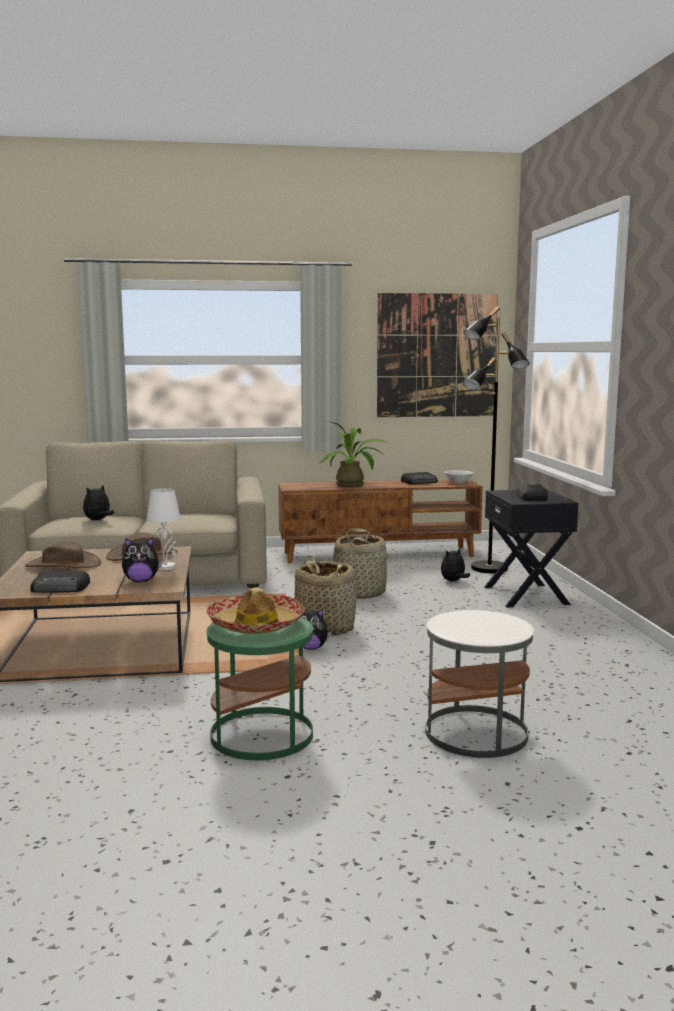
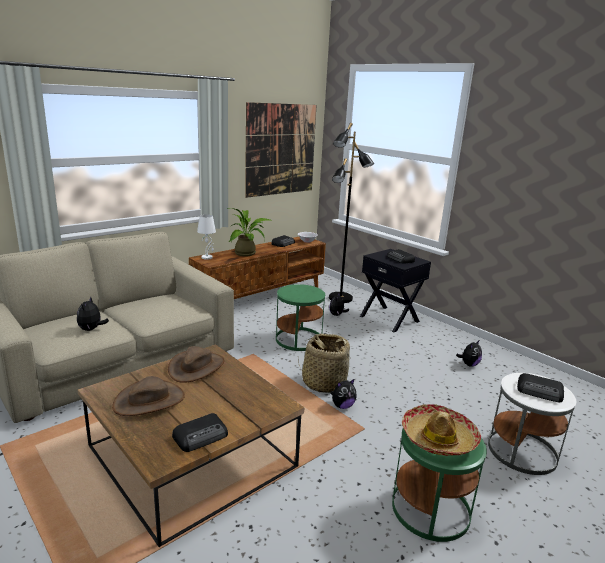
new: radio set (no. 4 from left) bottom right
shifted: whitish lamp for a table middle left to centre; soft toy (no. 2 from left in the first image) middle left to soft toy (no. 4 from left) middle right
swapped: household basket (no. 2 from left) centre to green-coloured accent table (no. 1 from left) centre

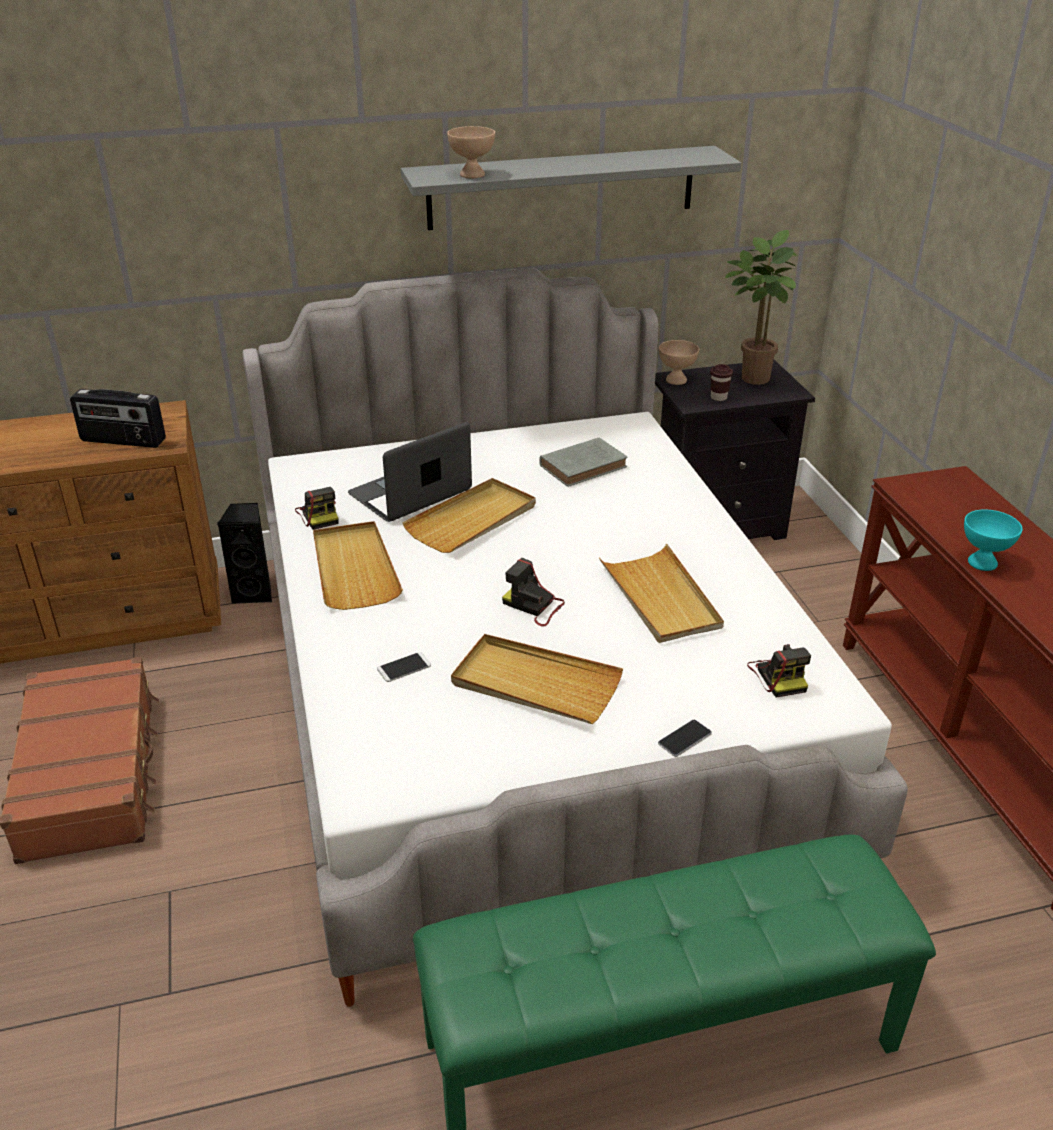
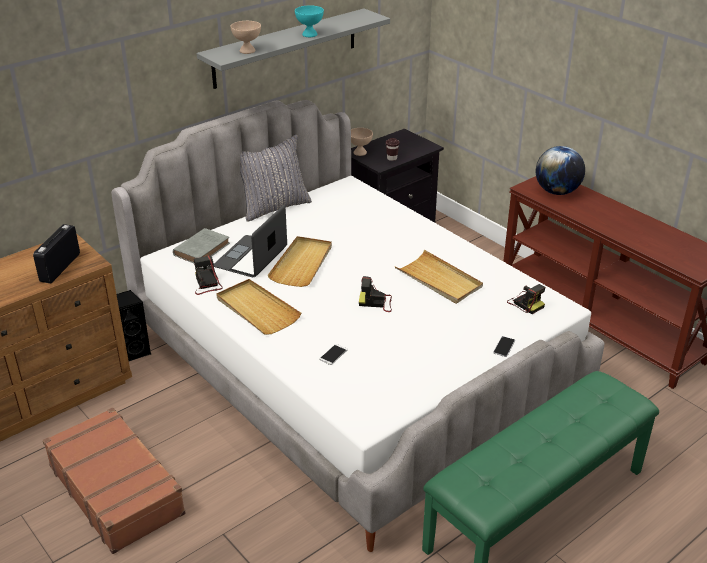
gone: potted plant top right; beige-coloured carrying tray (no. 3 from left) centre
new: grey throw pillow top centre; world globe top right
shifted: grey bound book centre to middle left; turquoise bowl middle right to top centre
rotated: radio set middle left = middle left 120 degrees clockwise; photo camera (no. 1 from left) middle left = middle left 150 degrees counterclockwise

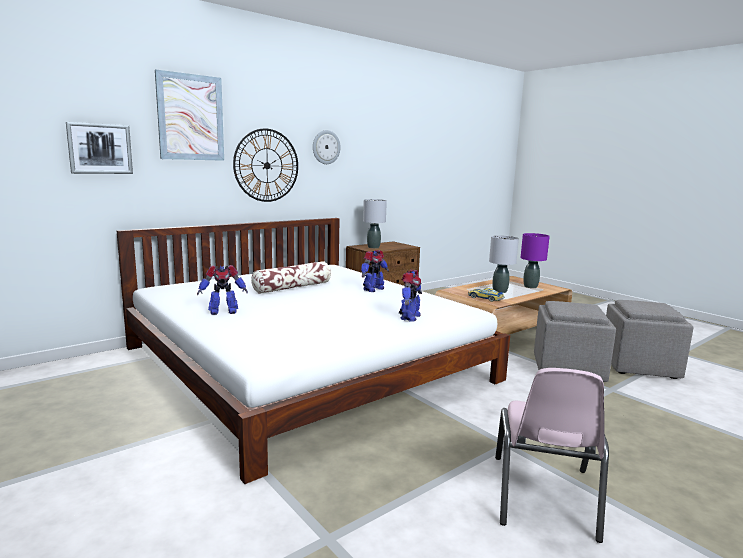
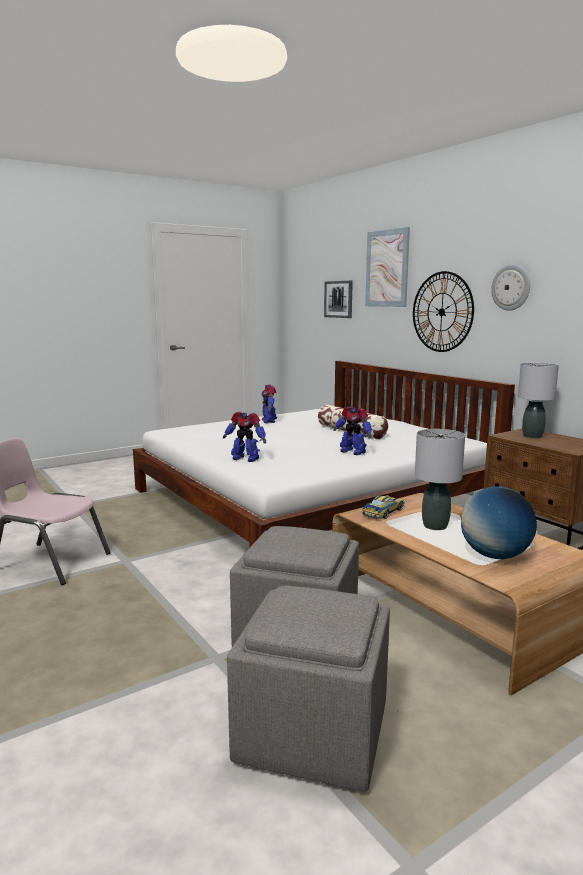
swapped: purple-coloured lamp for a table middle right to world globe middle right

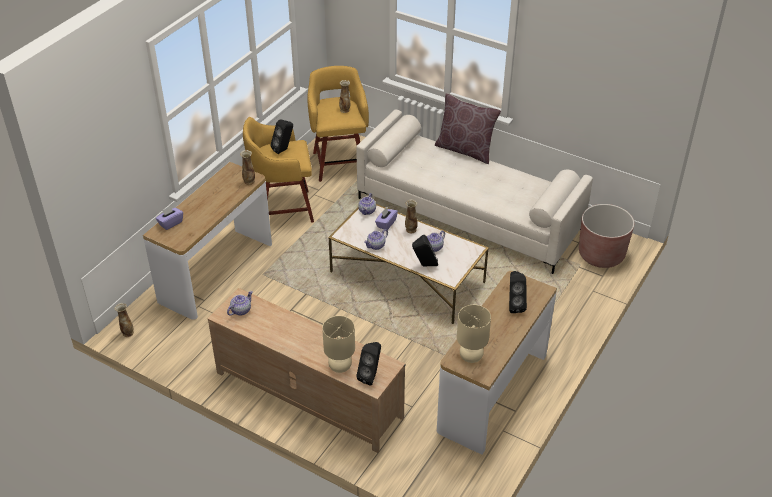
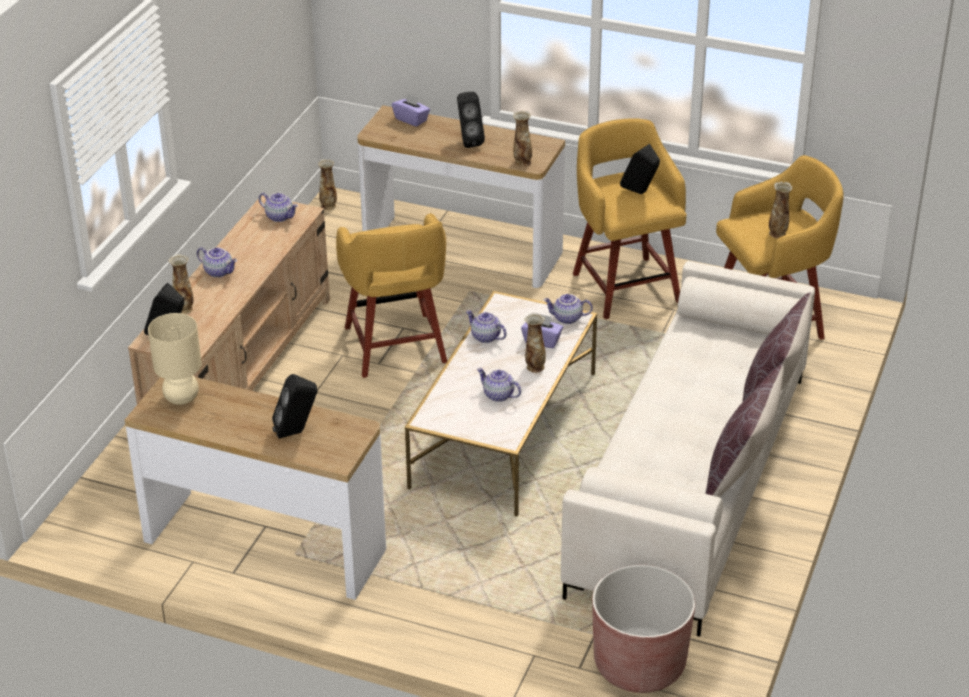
new: yellow stool (no. 1 from left) centre; teapot (no. 1 from left) middle left; brownish throw pillow (no. 1 from left) middle right
shifted: black-coloured loudspeaker (no. 3 from left) centre to top centre
swapped: beige-coloured lamp for a table (no. 1 from left) bottom centre to vase (no. 1 from left) middle left

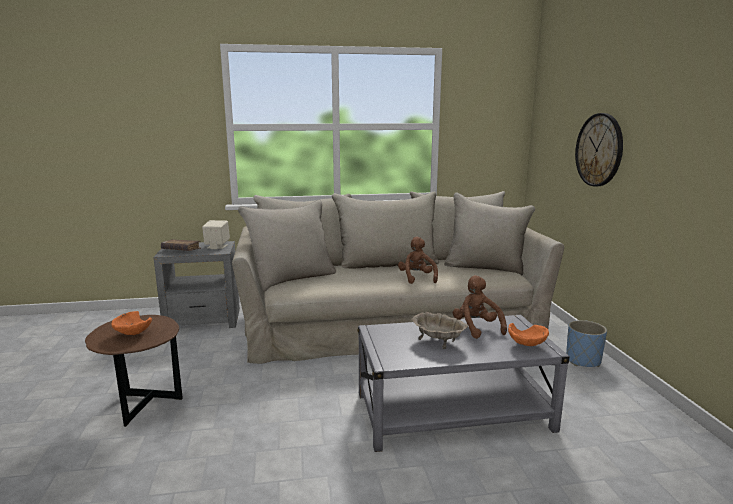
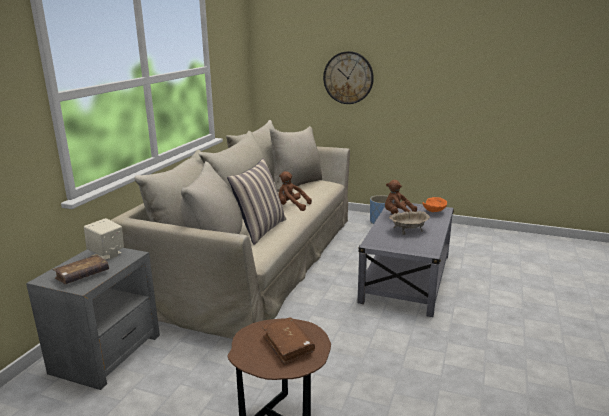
new: throw pillow centre
swapped: orangey bowl (no. 1 from left) middle left to brownish bound book (no. 2 from left) bottom centre

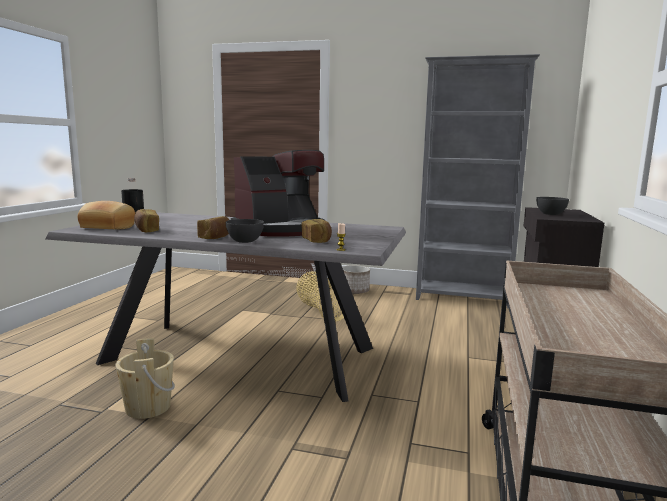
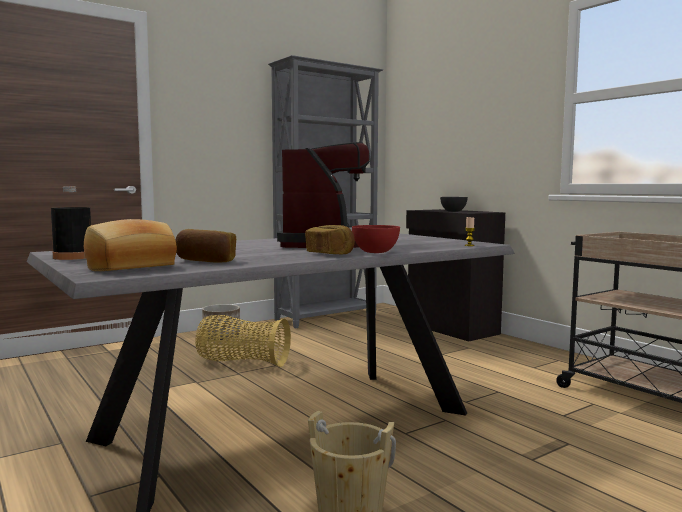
gone: bakery bread (no. 4 from left) centre
repainted: grey bowl (no. 1 from left) centre to reddish bowl centre

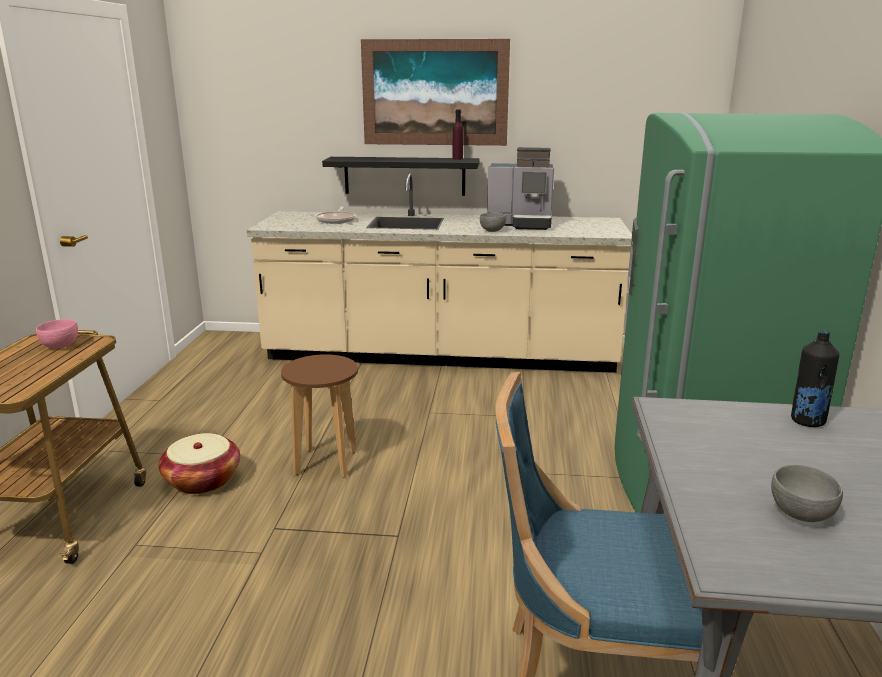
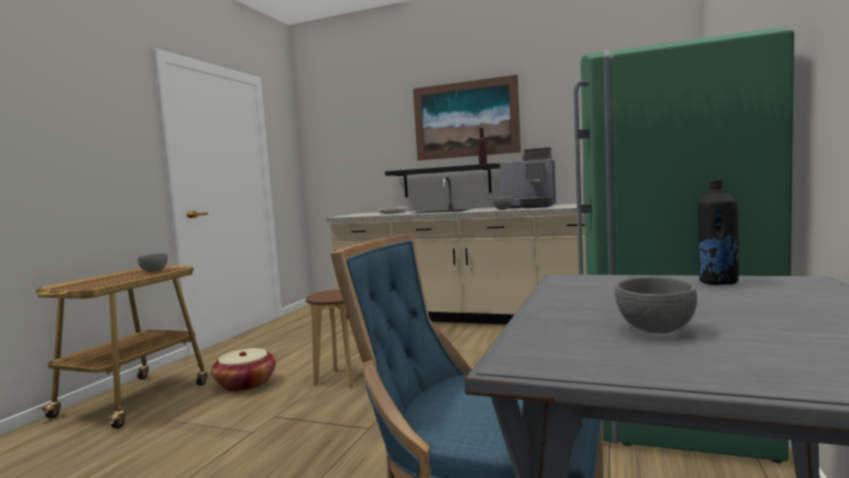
repainted: pink-coloured bowl middle left to grey bowl (no. 1 from left) middle left

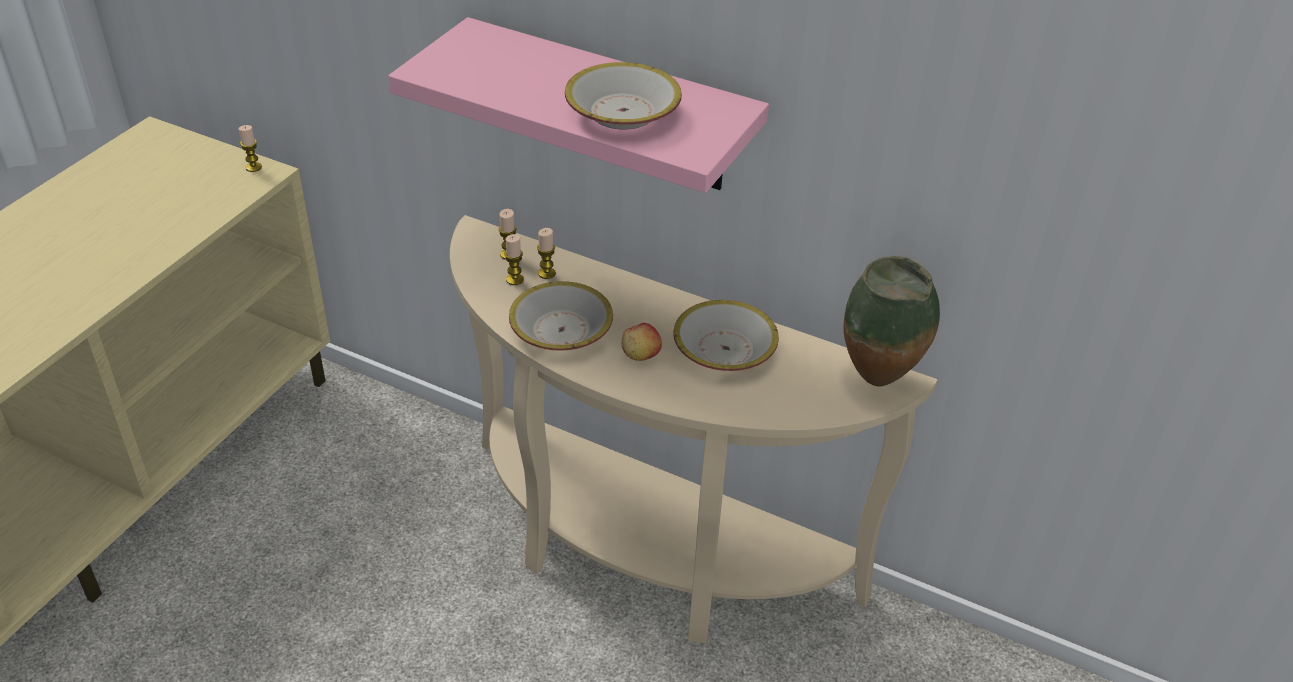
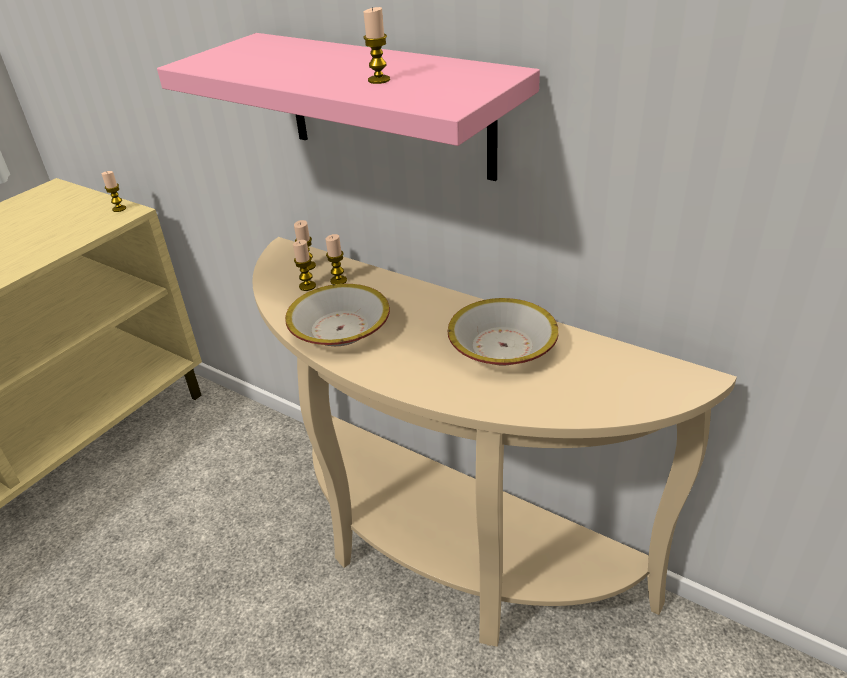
gone: vase middle right; apple centre
swapped: bowl (no. 2 from left) top centre to wax candle (no. 5 from left) top centre

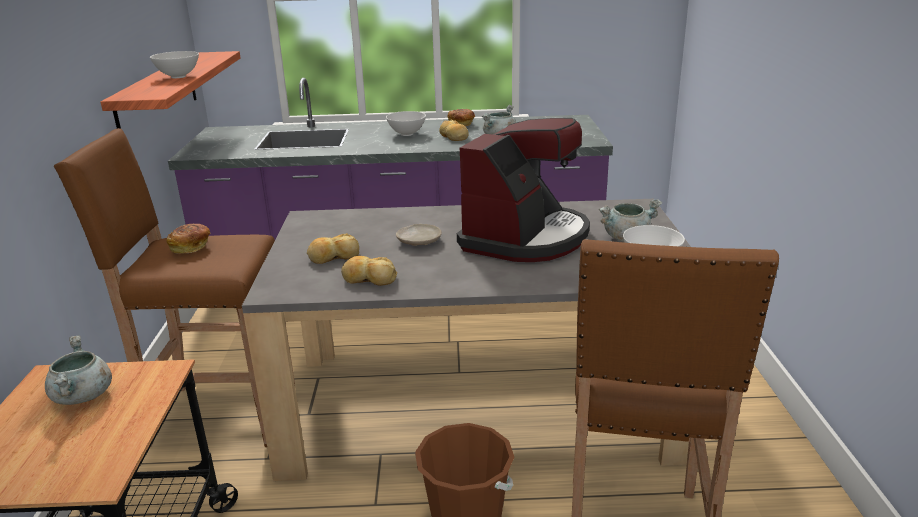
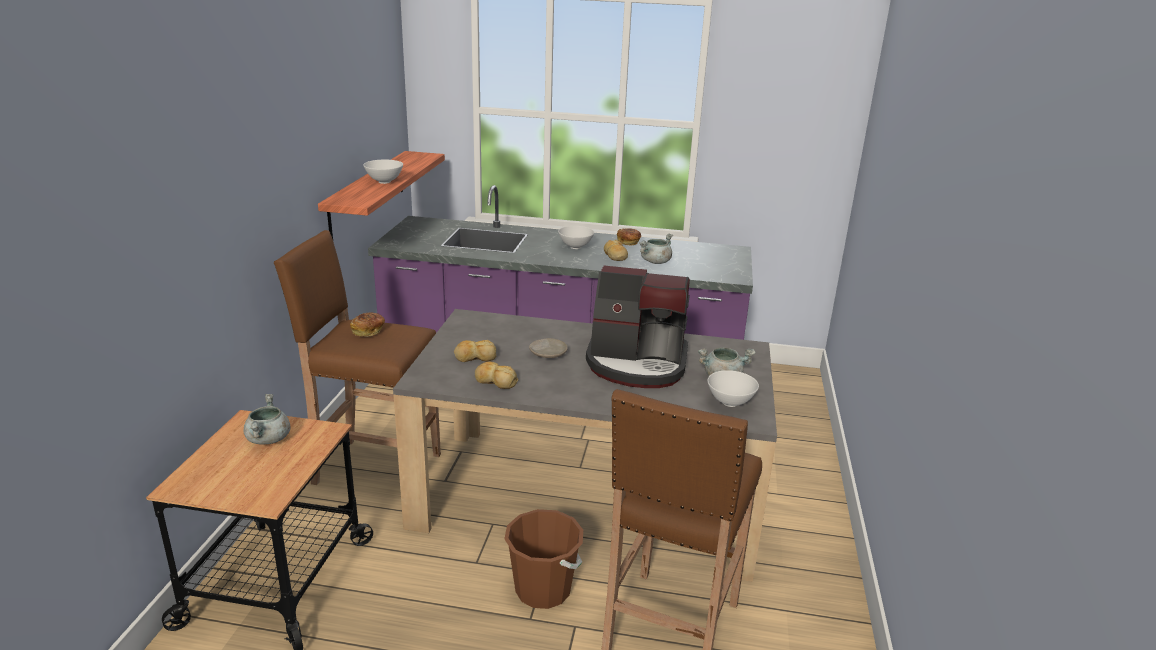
rotated: coffee machine centre = centre 60 degrees clockwise

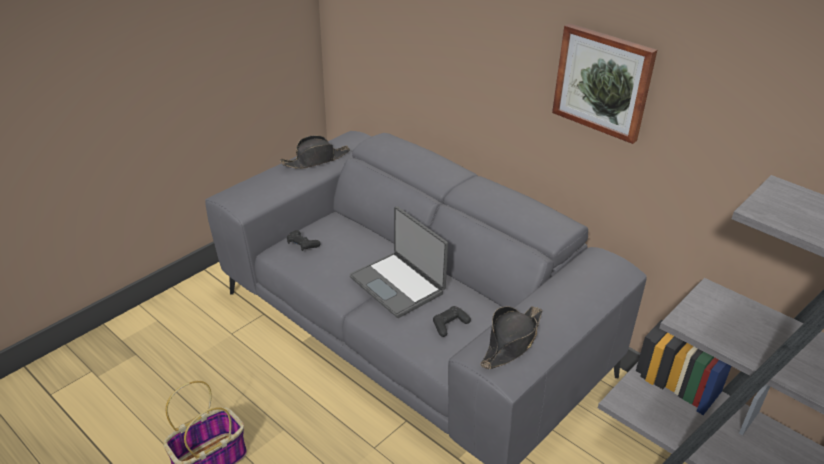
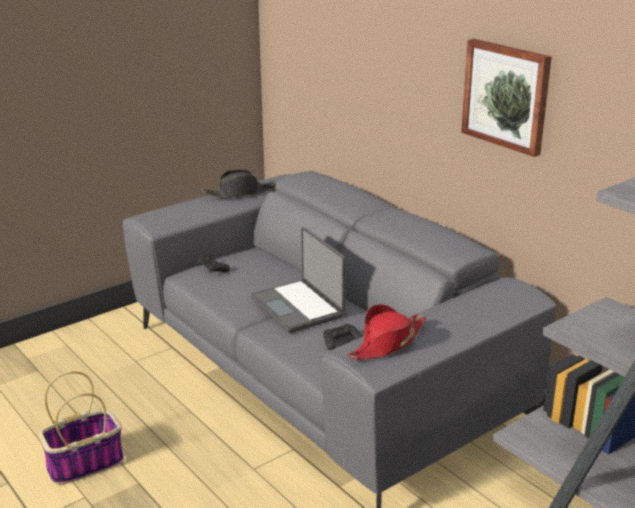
repainted: black-coloured clothing hat (no. 2 from left) bottom centre to reddish clothing hat centre

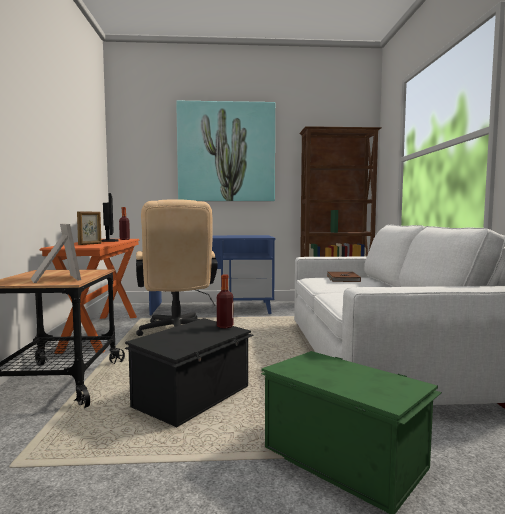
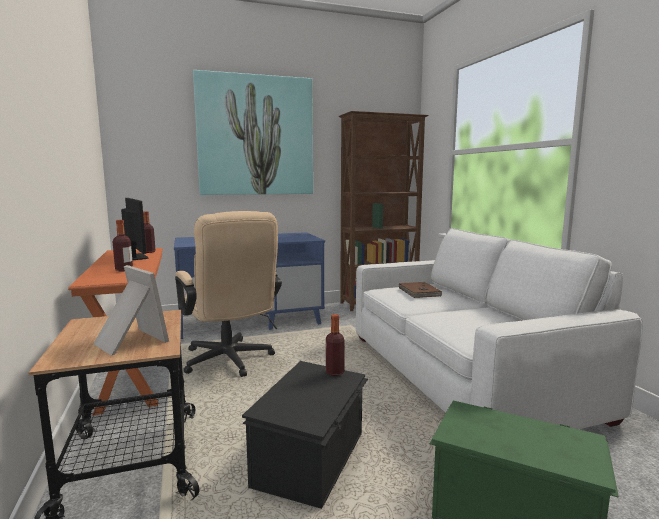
swapped: photo frame (no. 2 from left) middle left to drink bottle (no. 1 from left) middle left

